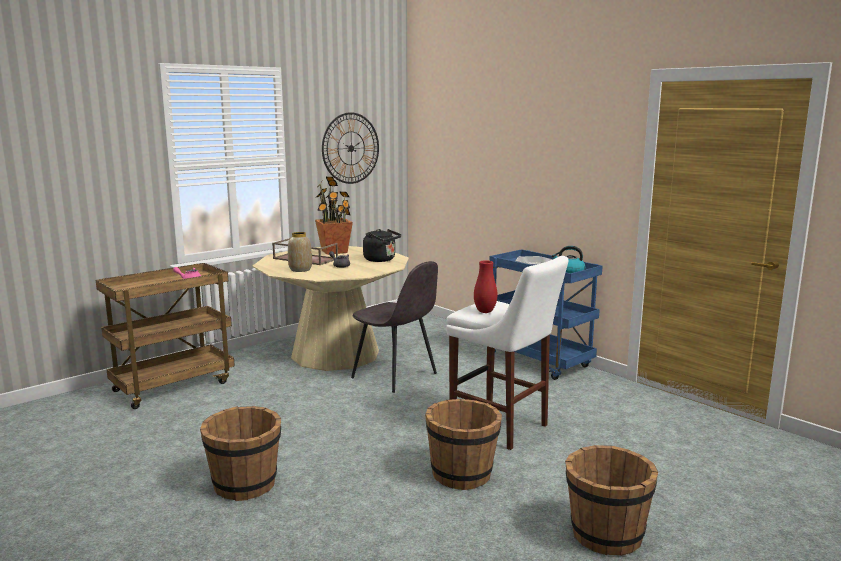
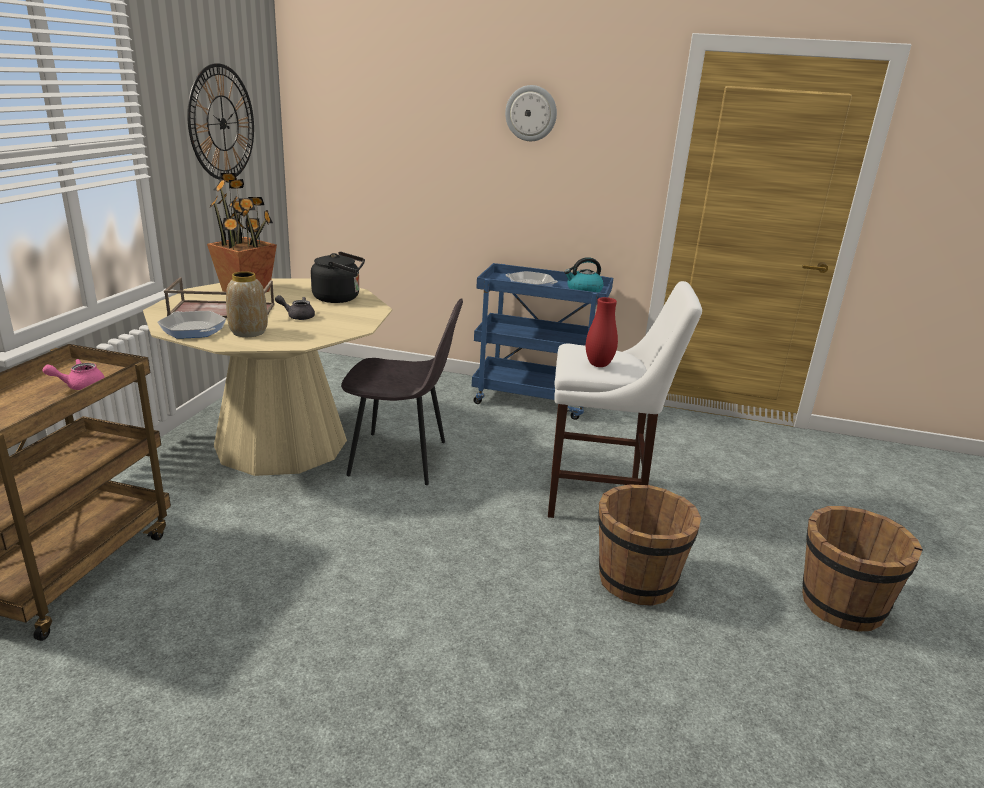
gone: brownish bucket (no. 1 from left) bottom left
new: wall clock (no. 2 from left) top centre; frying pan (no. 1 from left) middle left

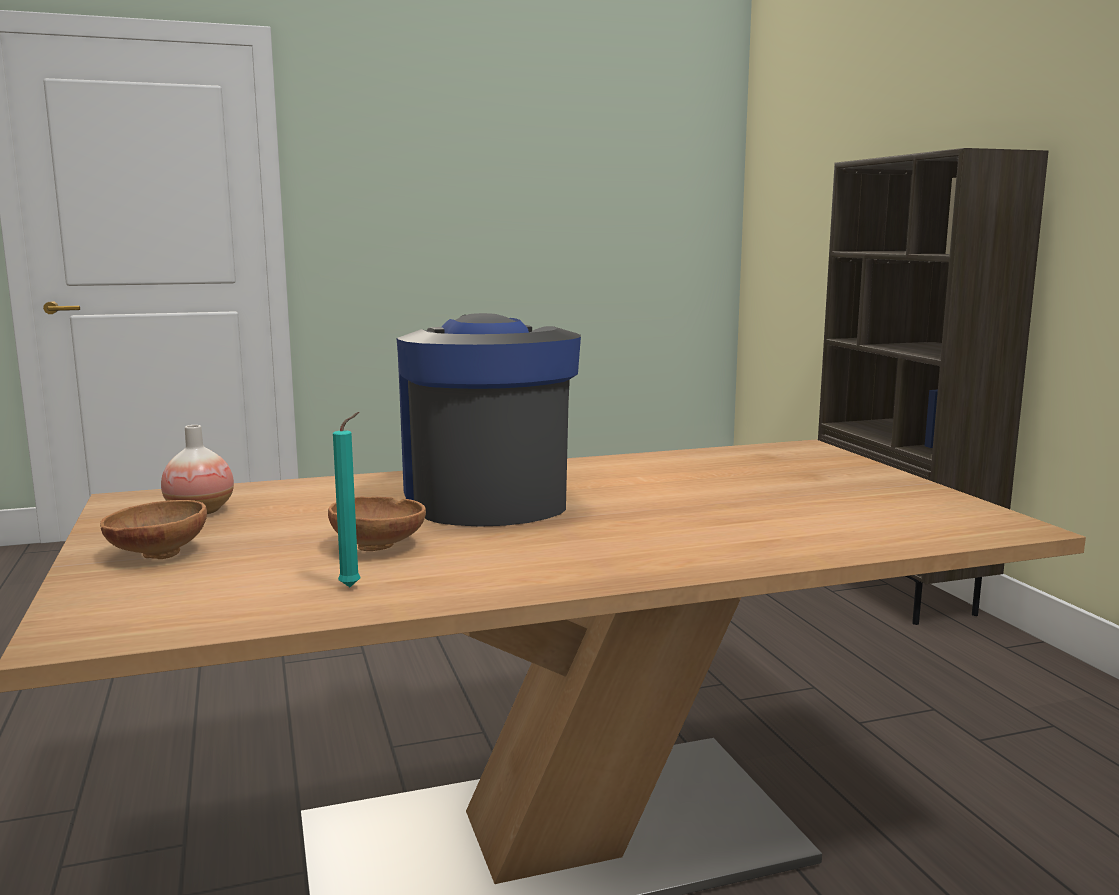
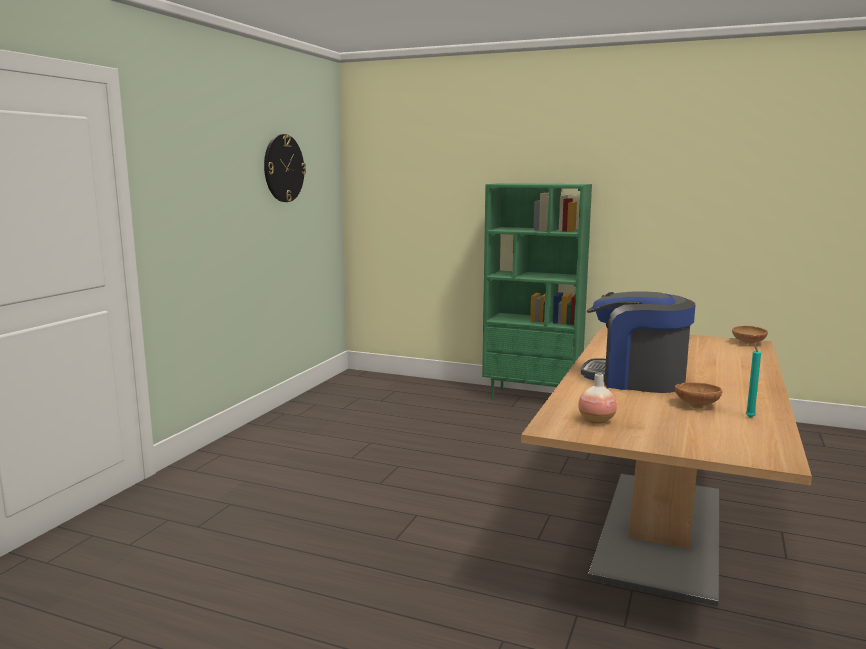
new: wall clock top left
shifted: brownish bowl (no. 1 from left in the first image) middle left to brownish bowl (no. 2 from left) middle right
repainted: brownish bookcase middle right to green-coloured bookcase centre

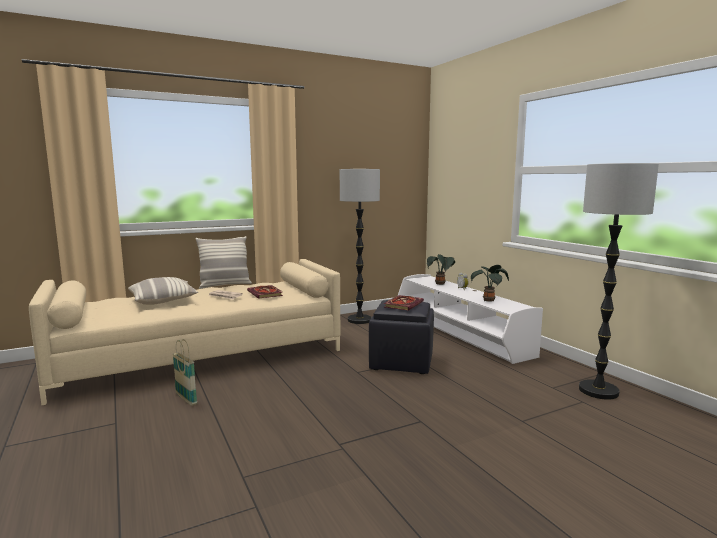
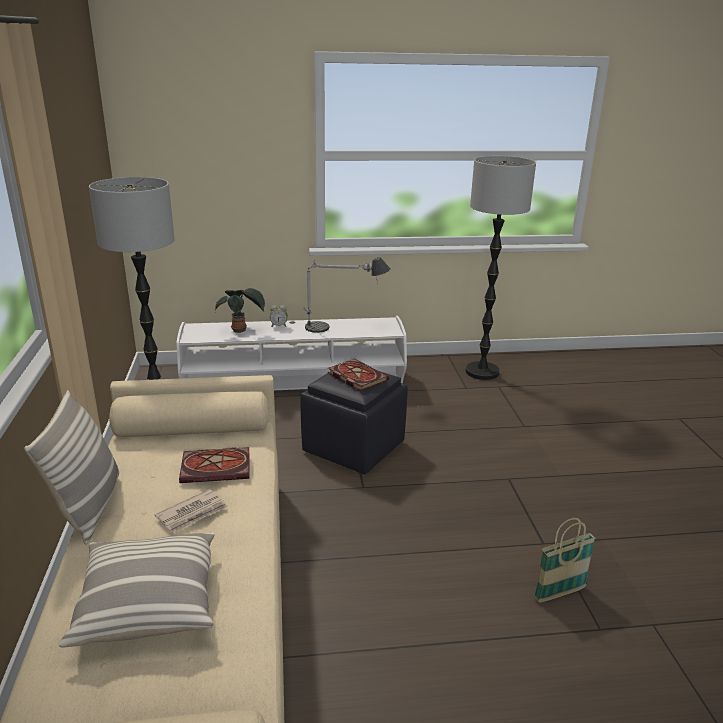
shifted: household basket bottom left to bottom right
swapped: potted plant (no. 2 from left) middle right to lamp for a table centre

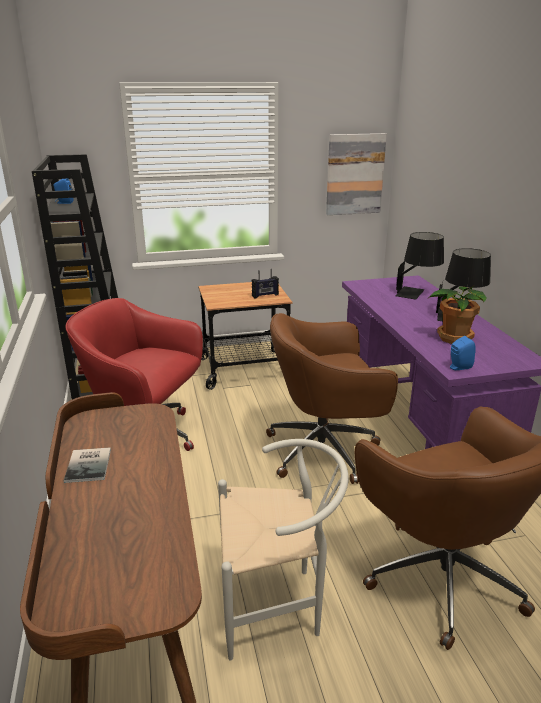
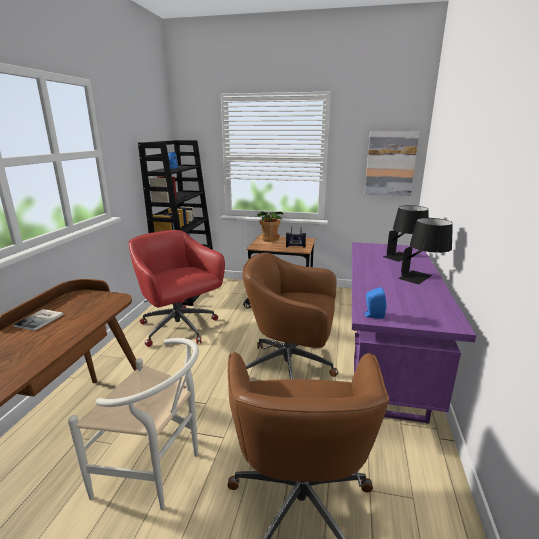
shifted: potted plant middle right to centre

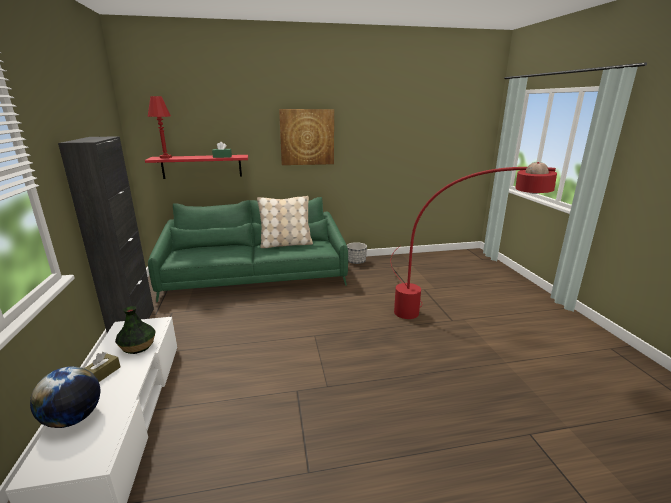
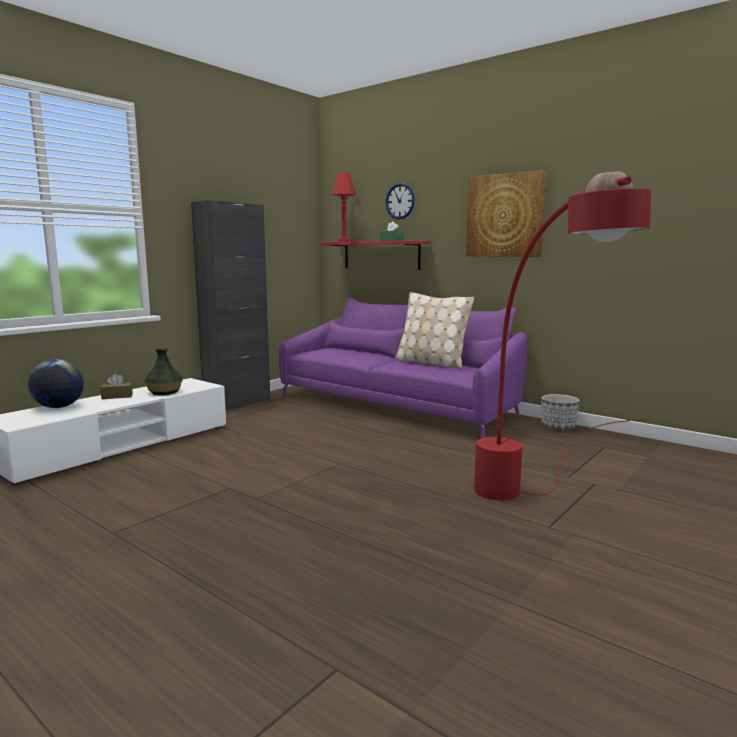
new: wall clock top centre
repainted: green-coloured settee centre to purple-coloured settee centre

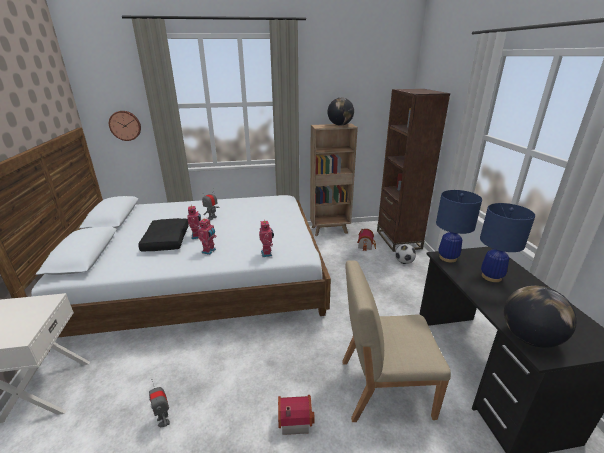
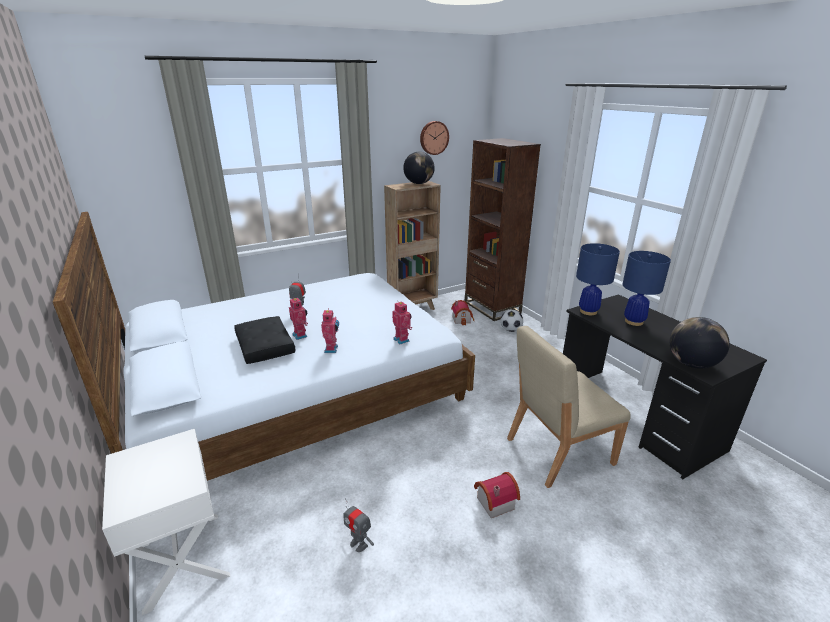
shifted: wall clock top left to top centre

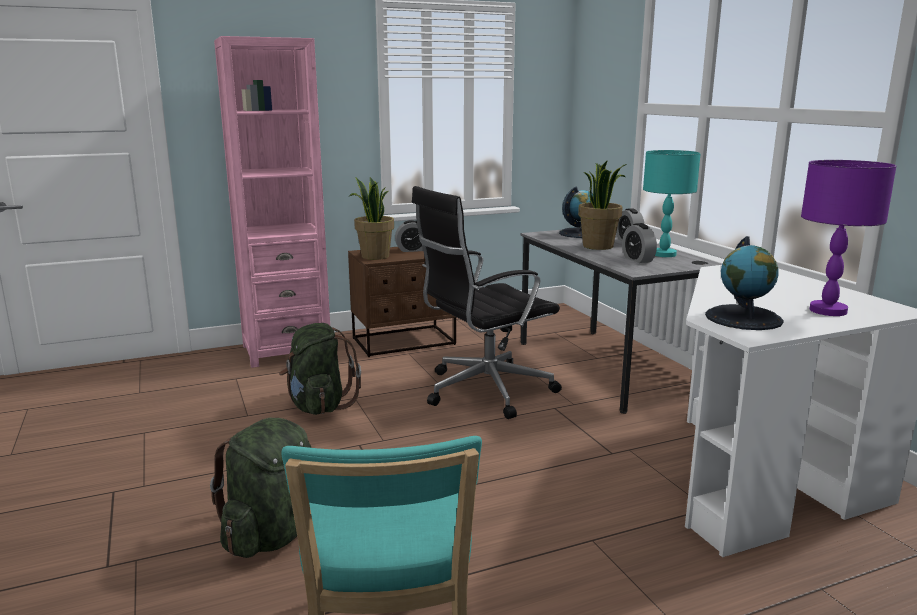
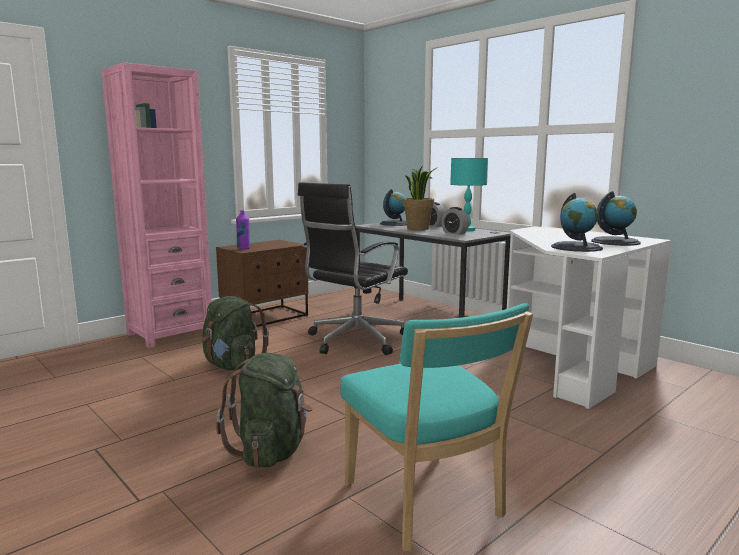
gone: alarm clock (no. 1 from left) centre
swapped: purple-coloured lamp for a table middle right to world globe (no. 3 from left) middle right; potted plant (no. 1 from left) centre to purple-coloured drink bottle middle left

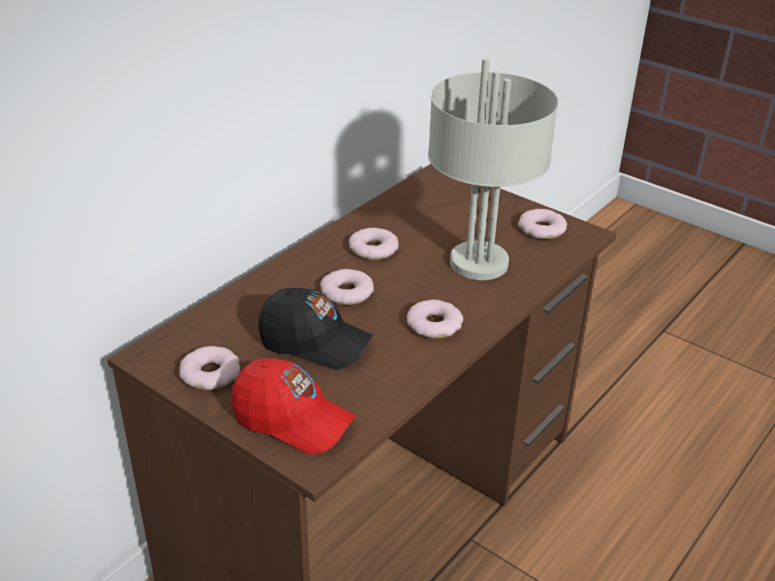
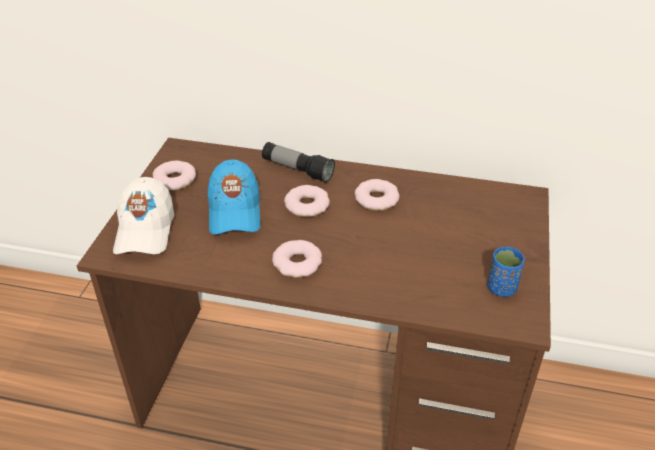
gone: grey lamp for a table top centre
new: torch centre
swapped: doughnut (no. 5 from left) middle right to bluish drinking cup middle right
repainted: black-coloured cap centre to bluish cap centre; reddish cap bottom centre to whitish cap middle left

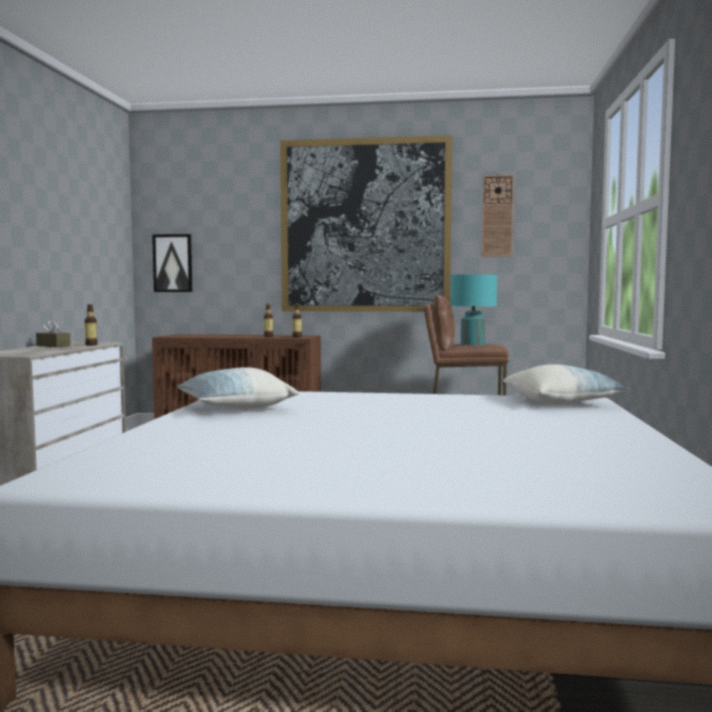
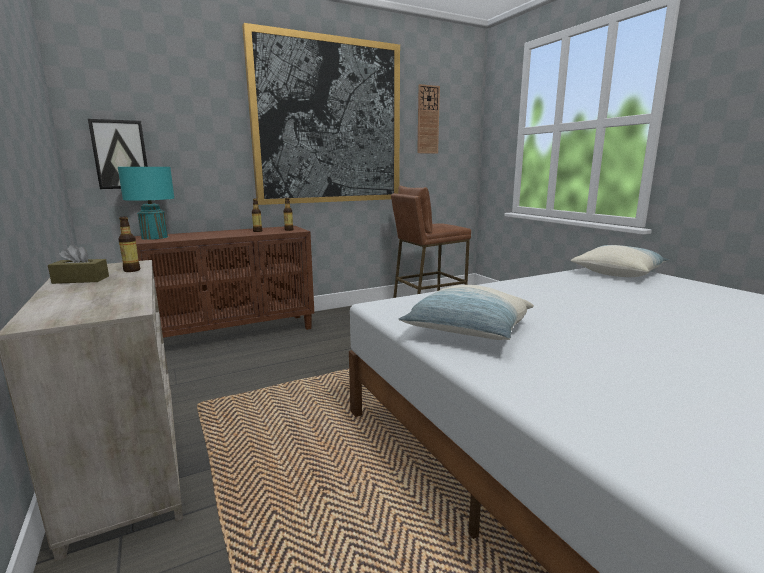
shifted: turquoise lamp for a table centre to middle left

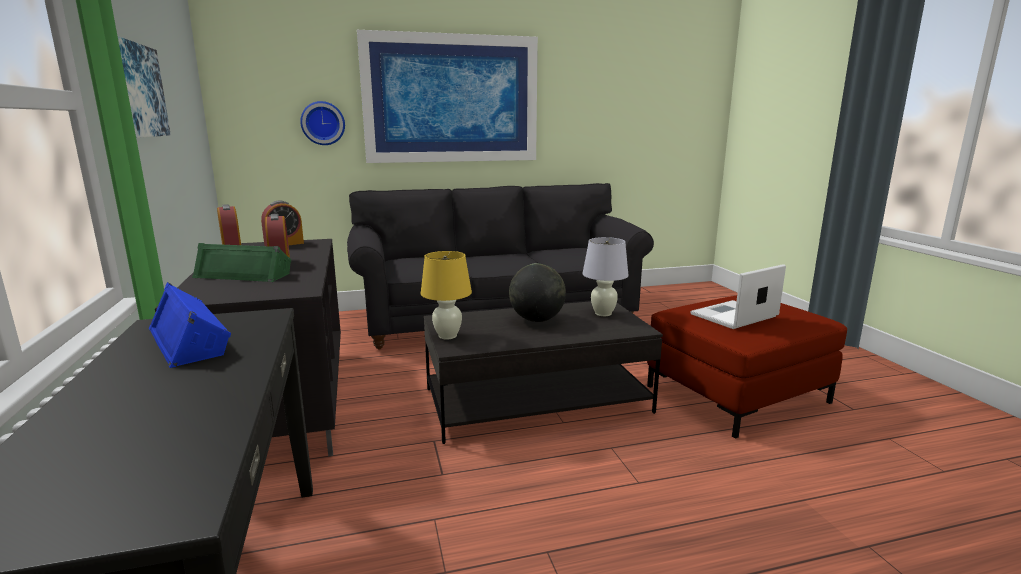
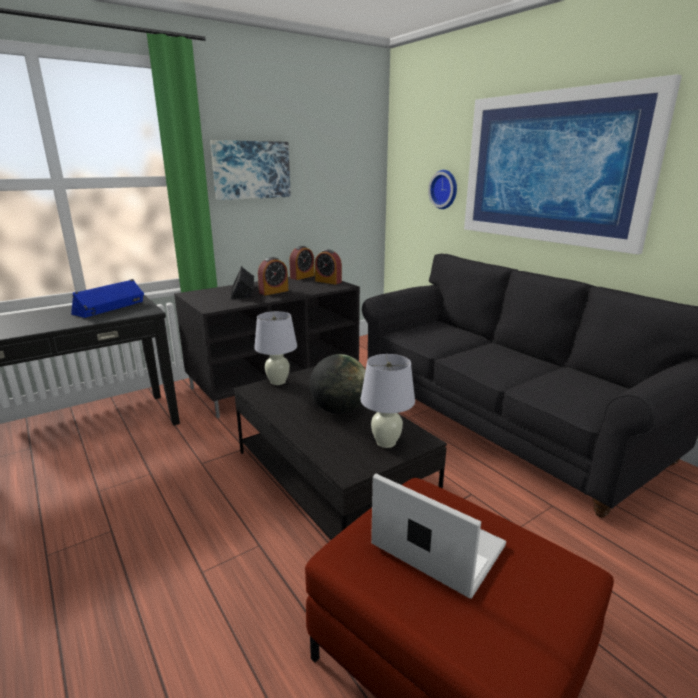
repainted: green-coloured loudspeaker middle left to black-coloured loudspeaker centre; yellow lamp for a table centre to whitish lamp for a table (no. 1 from left) centre

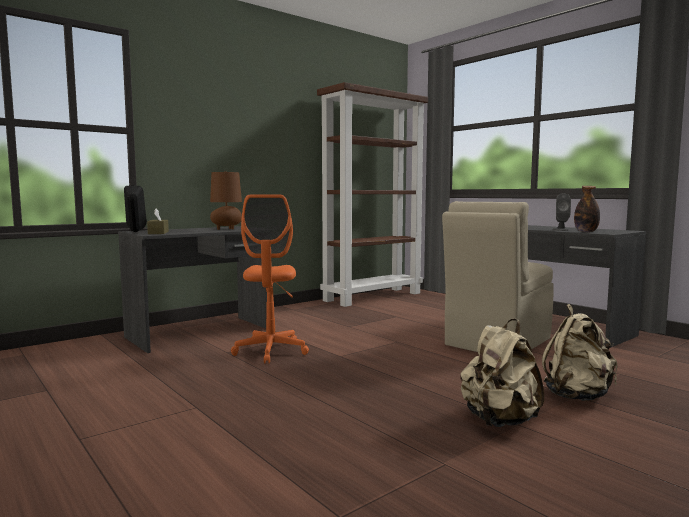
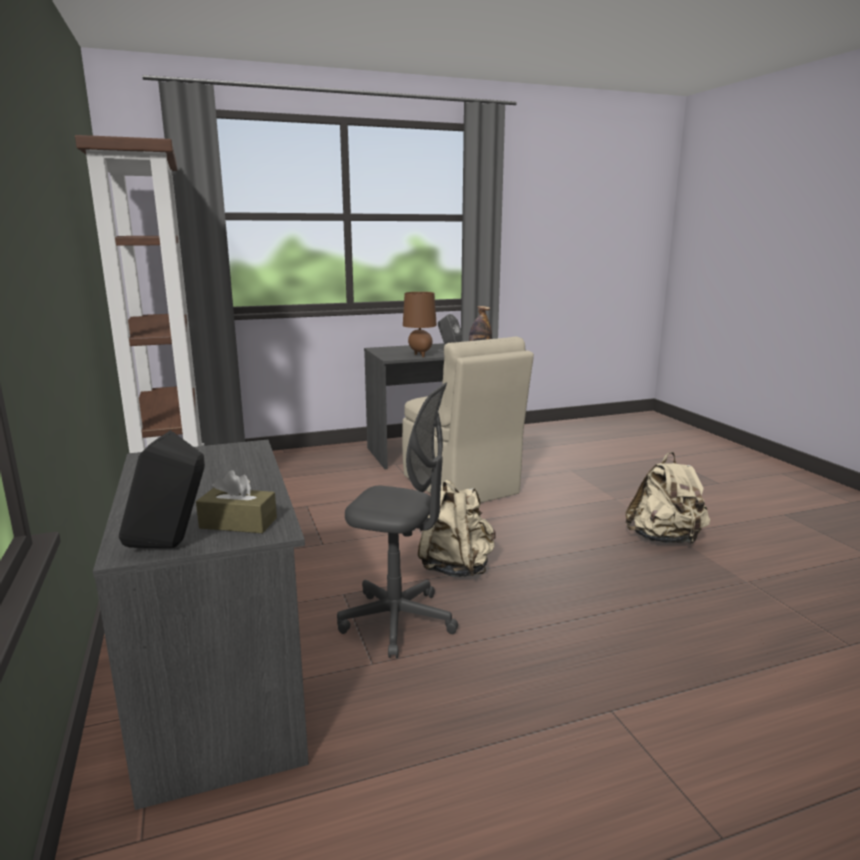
shifted: brownish lamp for a table middle left to centre; beige-coloured rucksack (no. 2 from left in the first image) bottom right to beige-coloured rucksack (no. 1 from left) centre
repainted: orangey desk chair centre to grey desk chair centre

